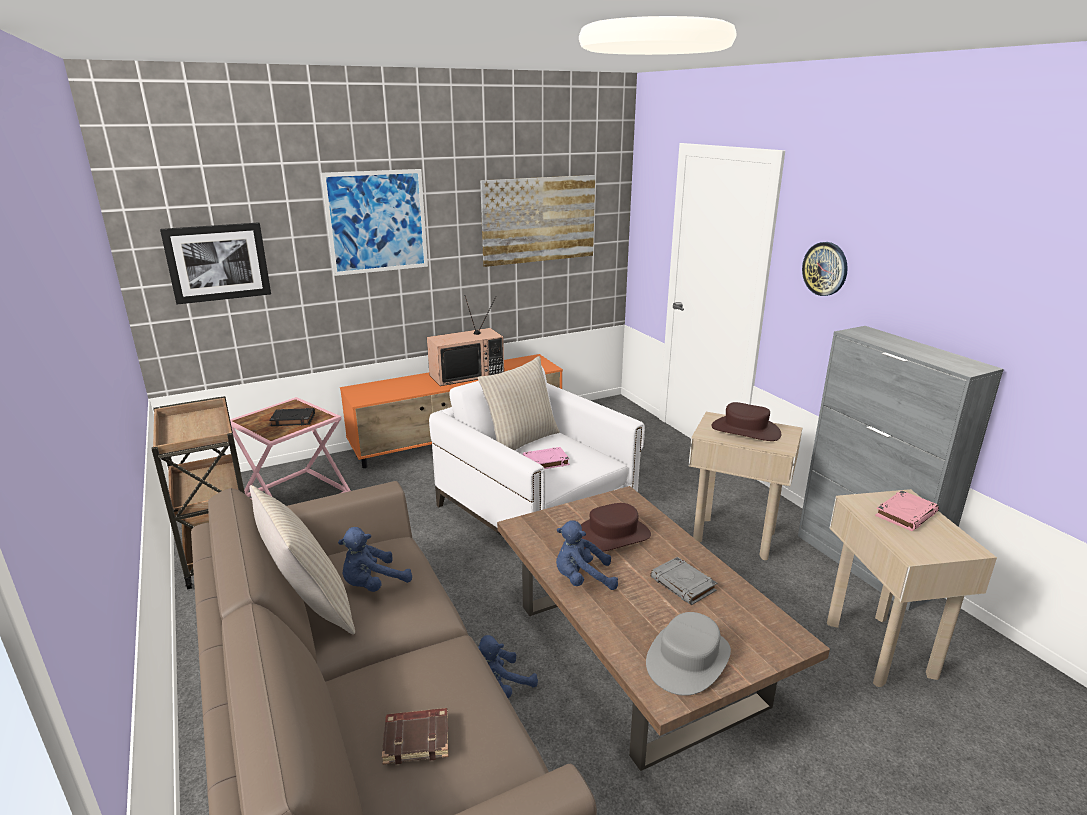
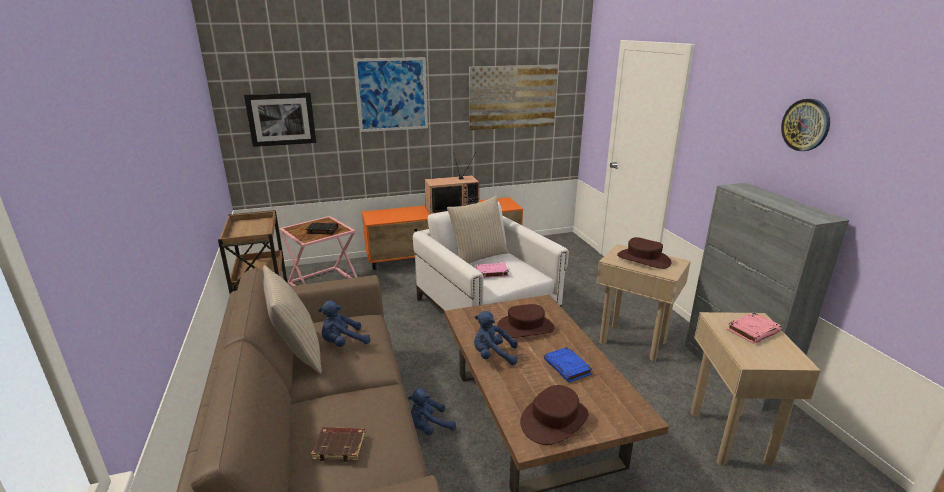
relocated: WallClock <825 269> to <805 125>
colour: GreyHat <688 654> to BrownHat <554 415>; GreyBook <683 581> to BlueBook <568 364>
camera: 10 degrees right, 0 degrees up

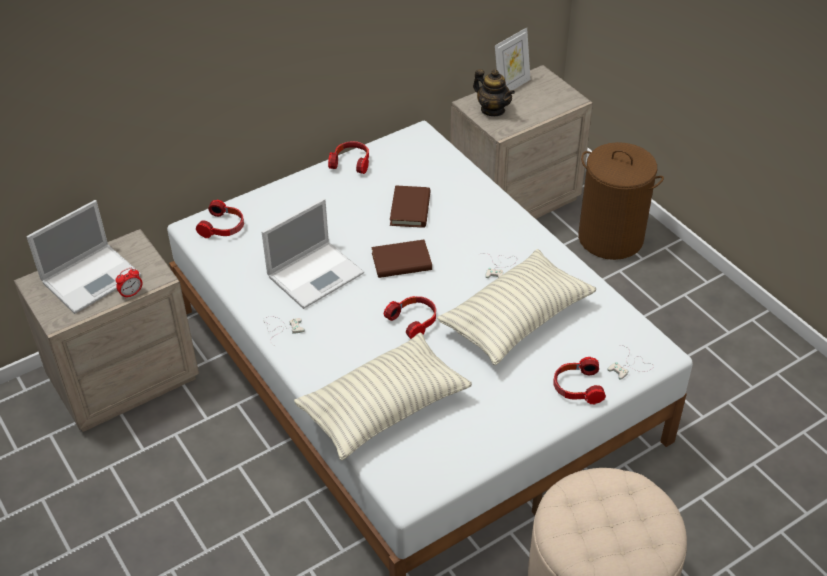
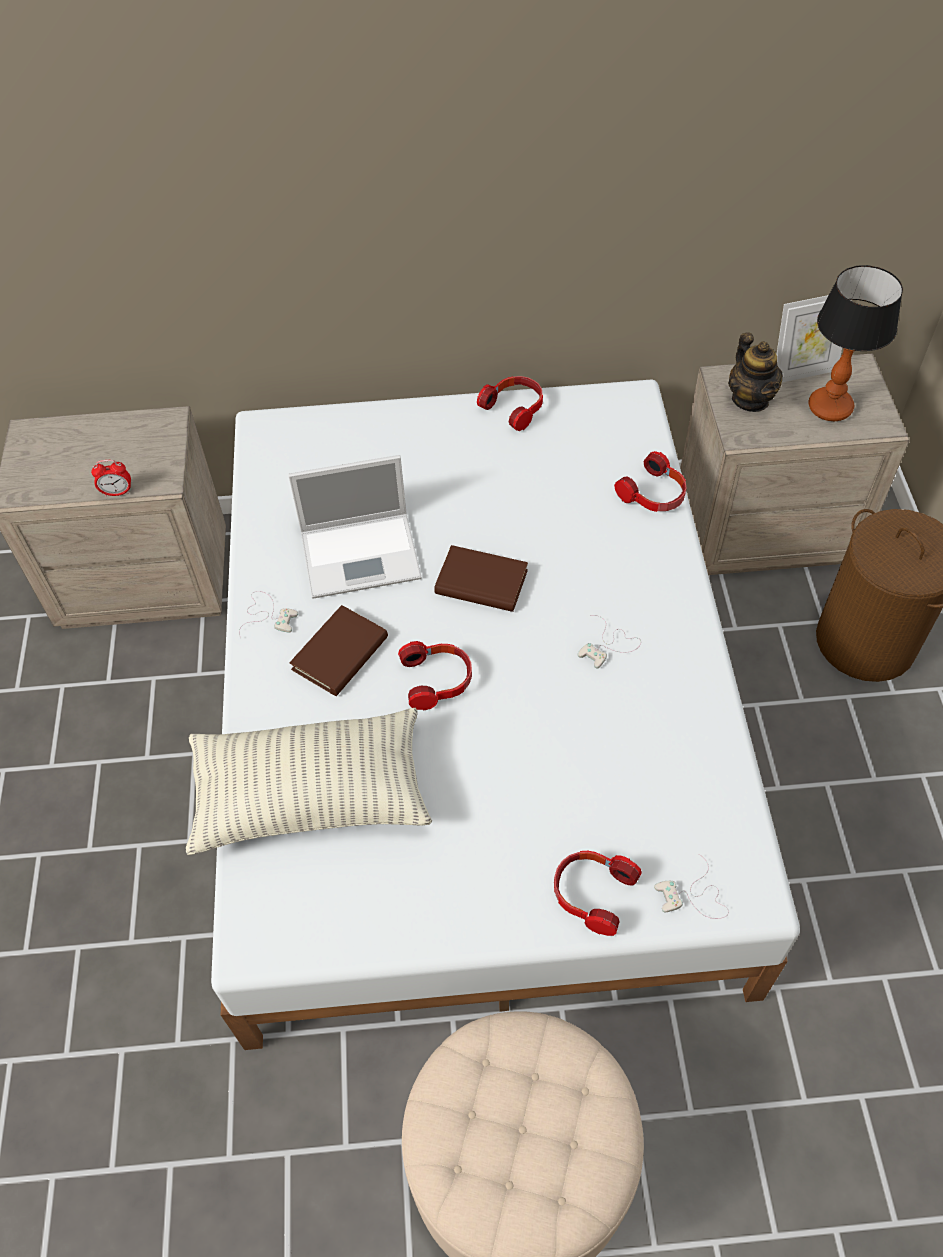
missing: Laptop <83 257>; Pillow <516 307>
appeared: TableLamp <855 343>
relocated: Headphones <220 218> to <650 481>; BrownBook <410 206> to <339 650>
camera: 30 degrees right, 10 degrees up

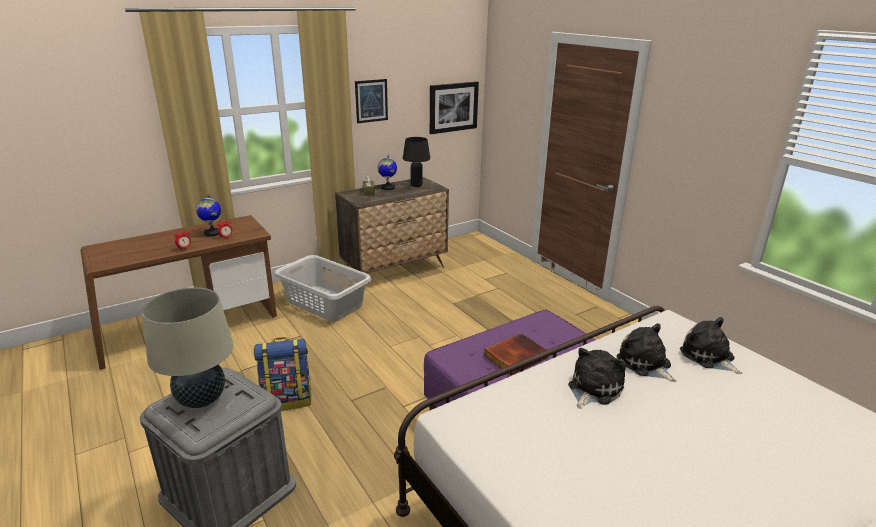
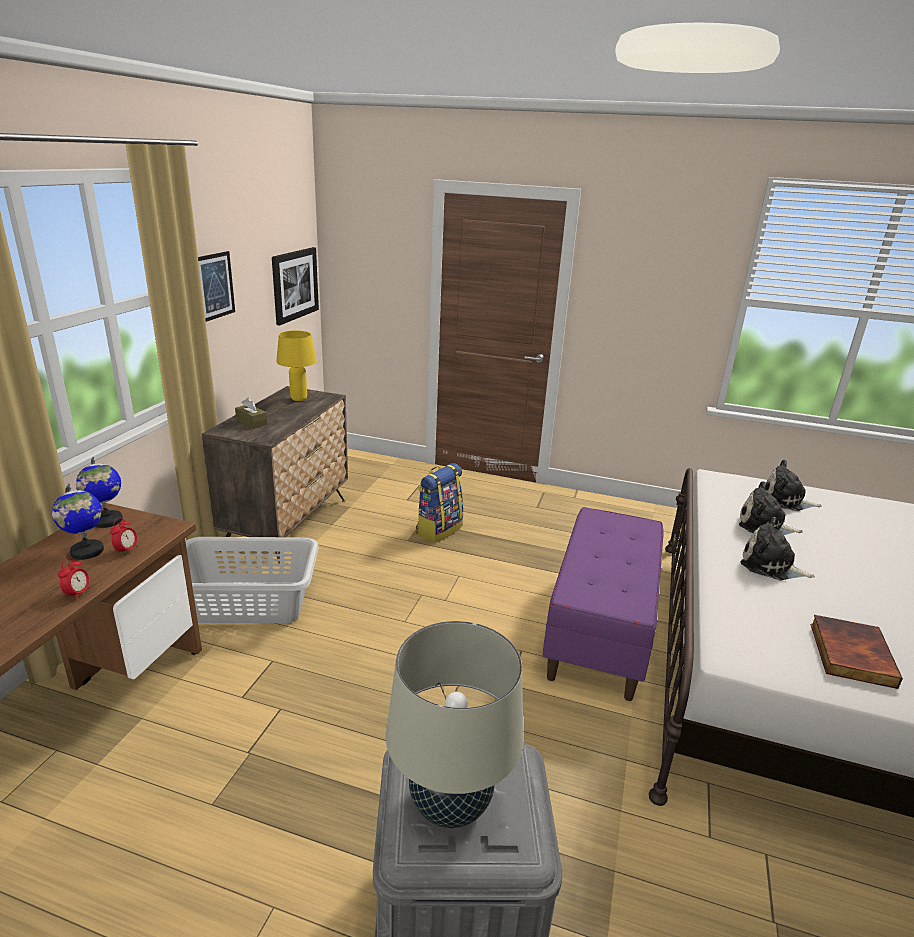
relocated: Backpack <282 374> to <439 503>; Globe <387 172> to <99 492>; Book <516 354> to <856 652>
colour: BlackTableLamp <416 162> to YellowTableLamp <296 365>
spun: PlushToy <597 378> = <777 549> 60 degrees counterclockwise
camera: 40 degrees left, 0 degrees up

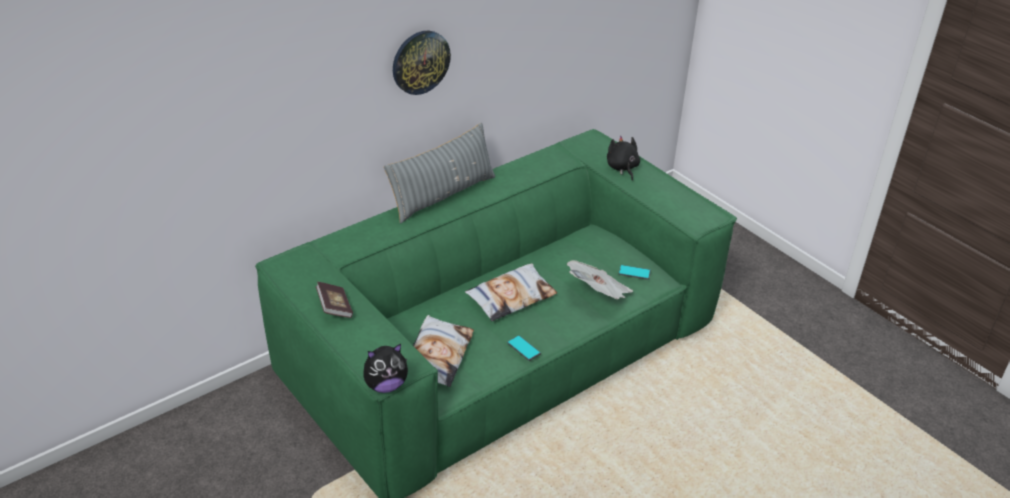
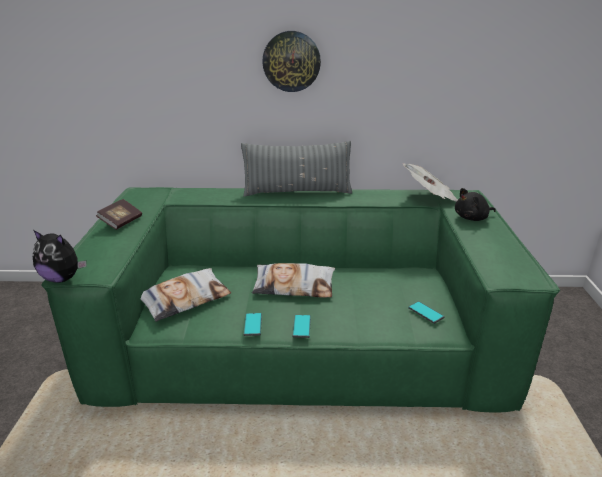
appeared: Phone <301 326>
relocated: Newspaper <600 279> to <430 182>
spun: BlackPlushToy <623 158> = <475 204> 135 degrees counterclockwise
camera: 40 degrees right, 10 degrees down

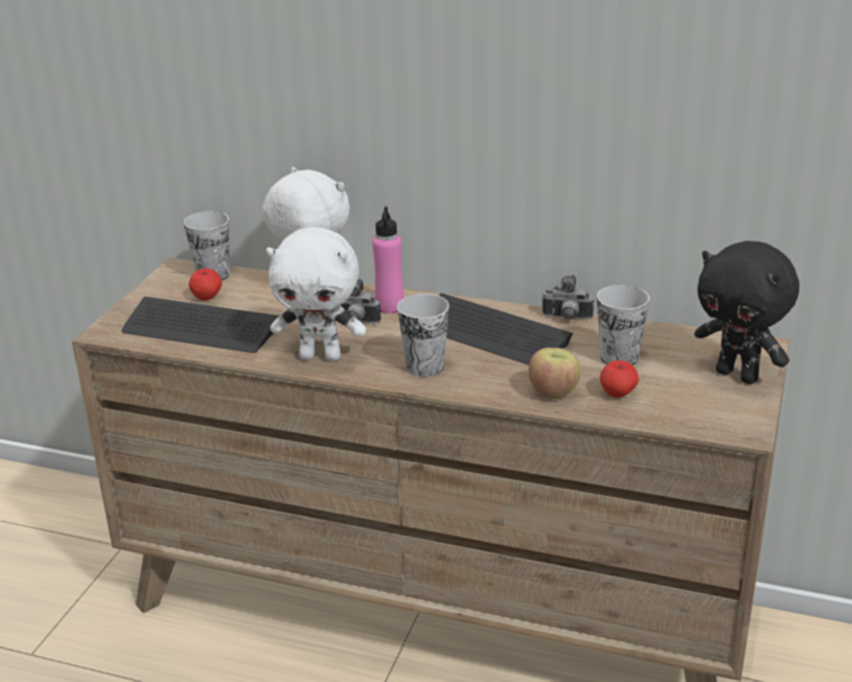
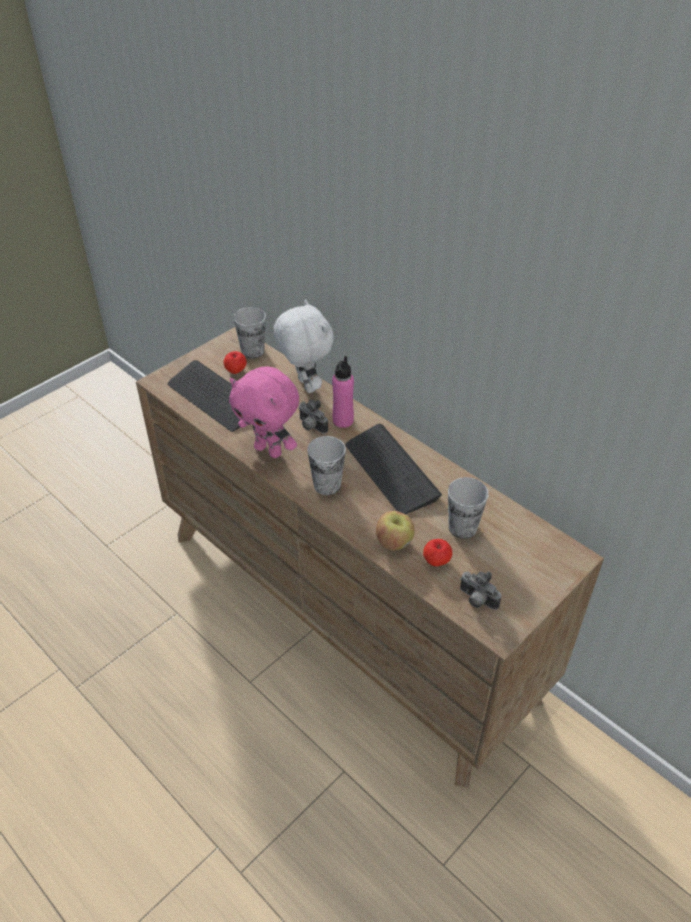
missing: BlackPlushToy <746 312>
relocated: PhotoCamera <568 297> to <481 590>
colour: WhitePlushToy <316 294> to PinkPlushToy <264 412>
camera: 25 degrees right, 15 degrees up

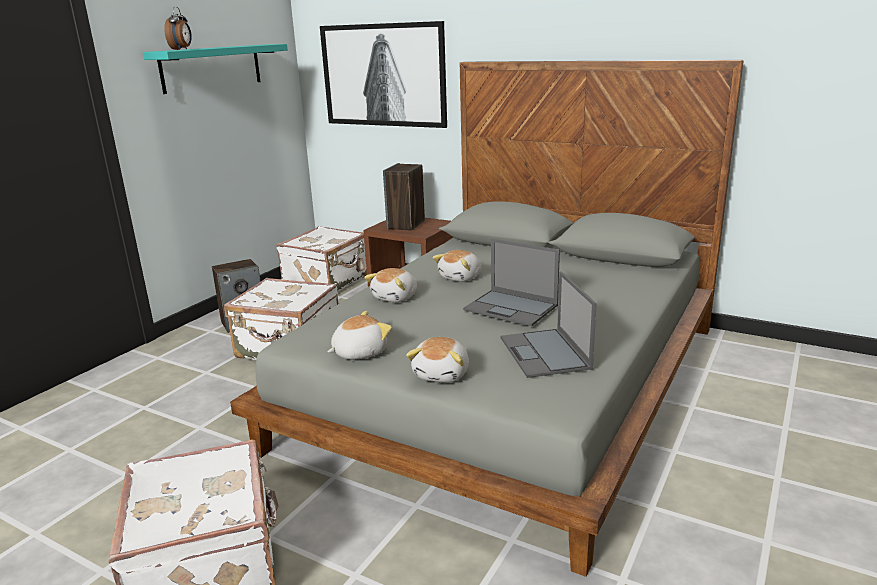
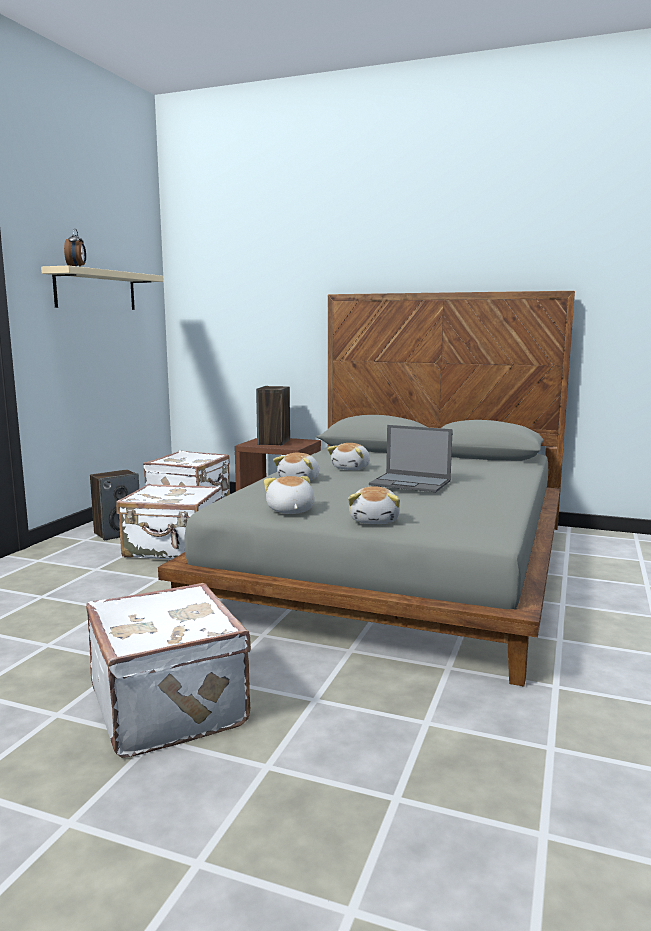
missing: Picture <383 74>; Laptop <549 324>
colour: TurquoiseShelf <215 69> to BeigeShelf <102 287>
spun: PlushToy <359 335> = <289 495> 60 degrees counterclockwise
camera: 10 degrees left, 10 degrees down

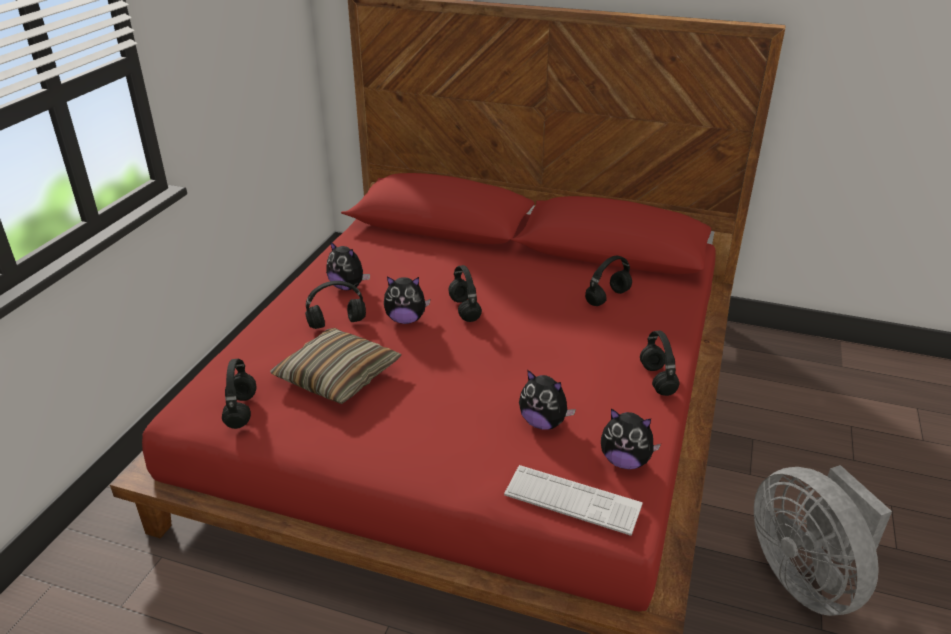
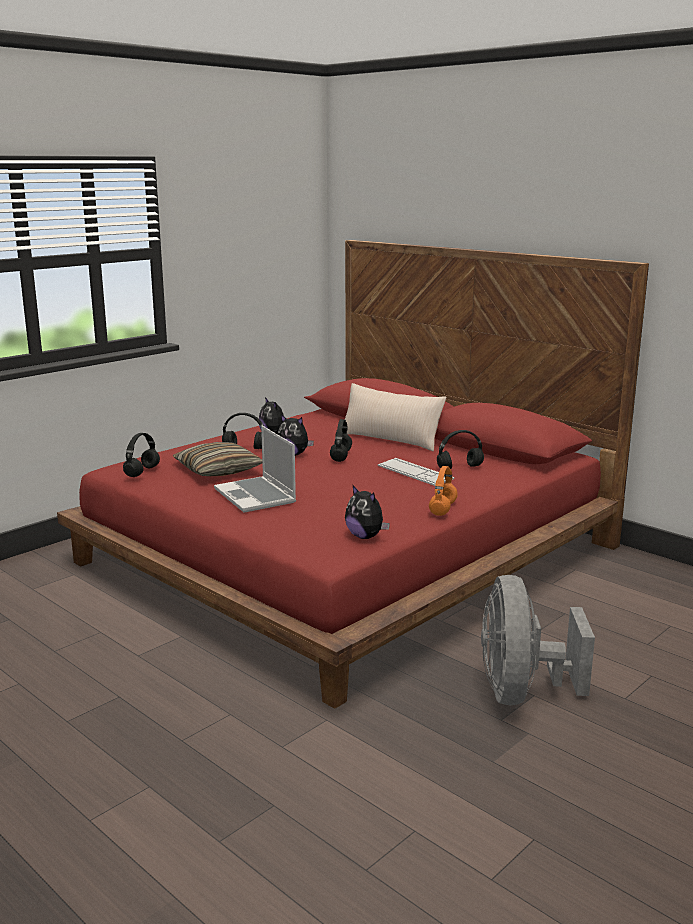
missing: PlushToy <547 399>
appeared: Laptop <255 469>; BeigePillow <396 417>
relocated: Keyboard <573 500> to <416 472>
colour: BlackHeadphones <660 363> to OrangeHeadphones <443 491>
camera: 25 degrees right, 15 degrees down

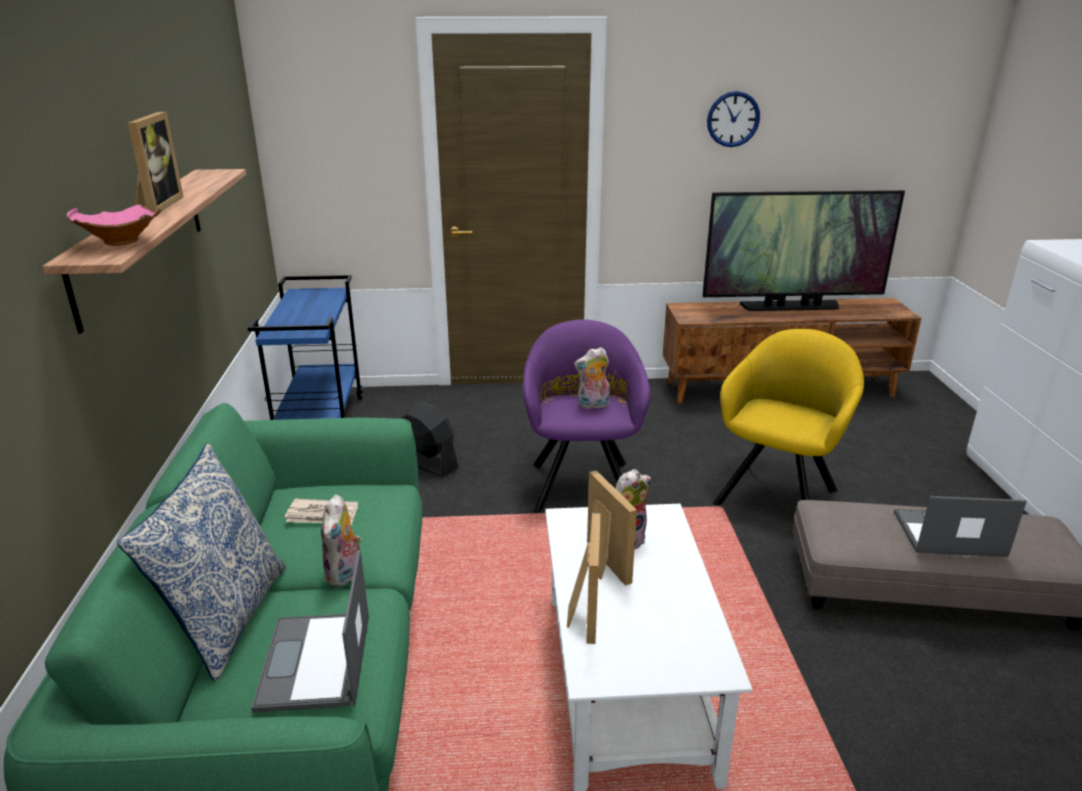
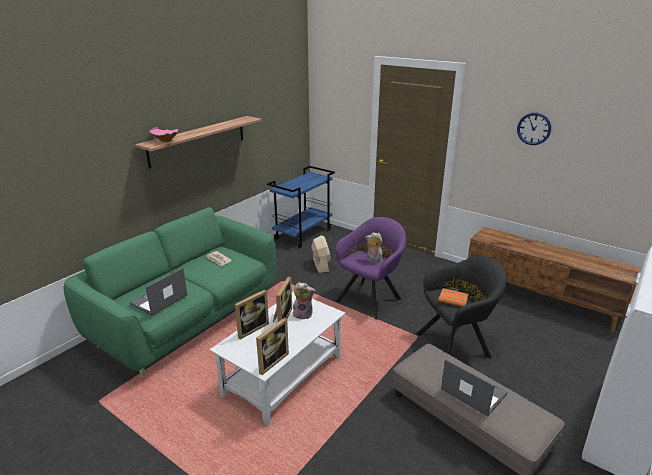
missing: Pillow <201 562>; PlushToy <341 540>; Television <803 250>
appeared: OrangeBook <453 297>
relocated: PictureFrame <156 162> to <272 346>
colour: BlackFan <430 439> to BeigeFan <321 254>; YellowArmchair <788 417> to BlackArmchair <461 307>
camera: 40 degrees right, 0 degrees up

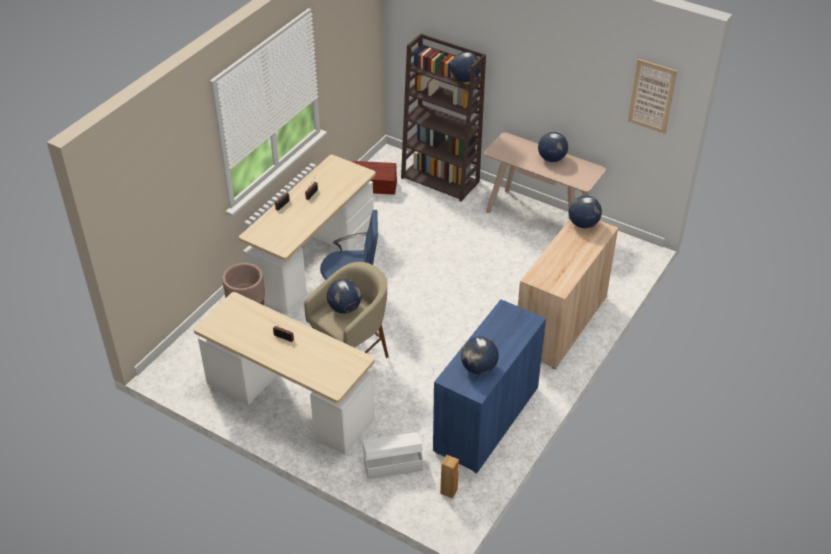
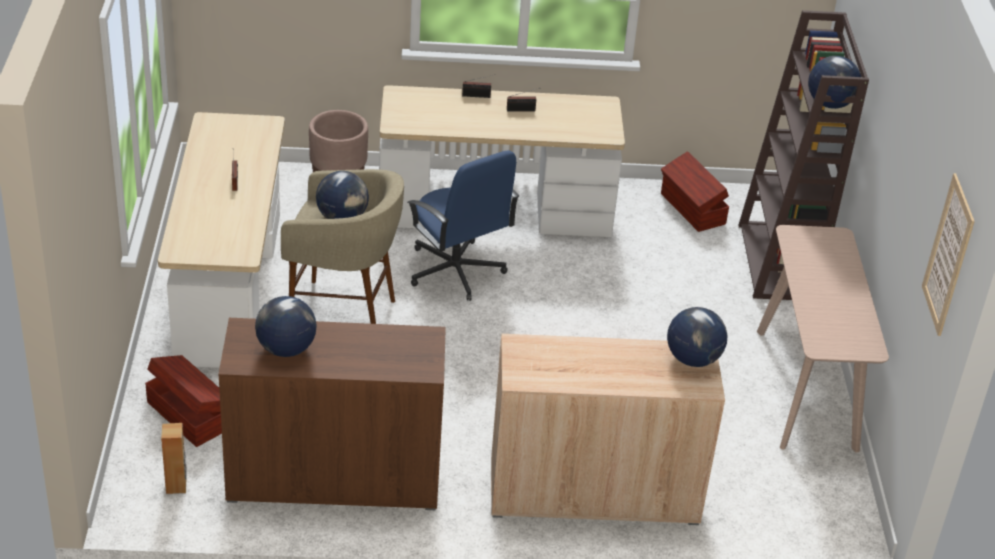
missing: Globe <553 147>
colour: WhiteStorageBox <392 455> to BrownStorageBox <183 401>; BlueCabinet <489 386> to BrownCabinet <332 414>
camera: 55 degrees right, 5 degrees down

